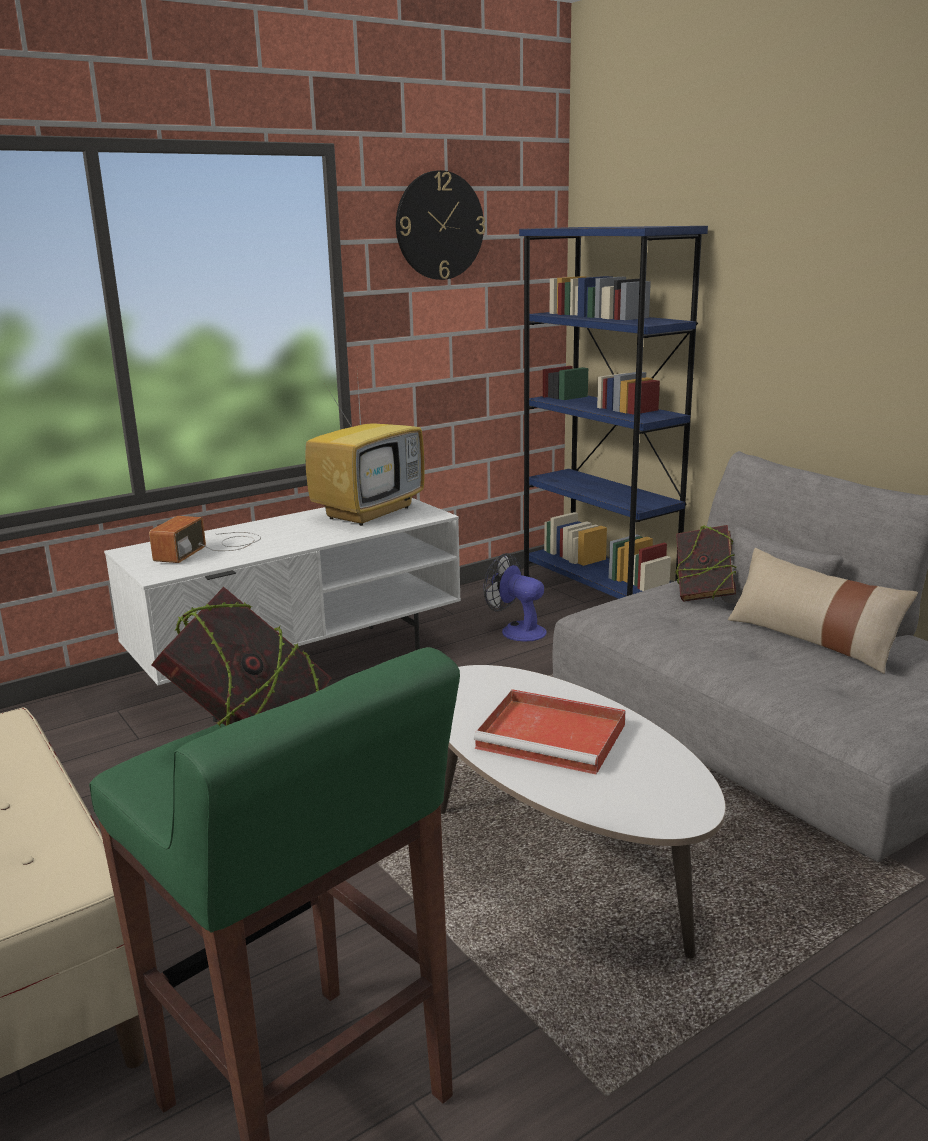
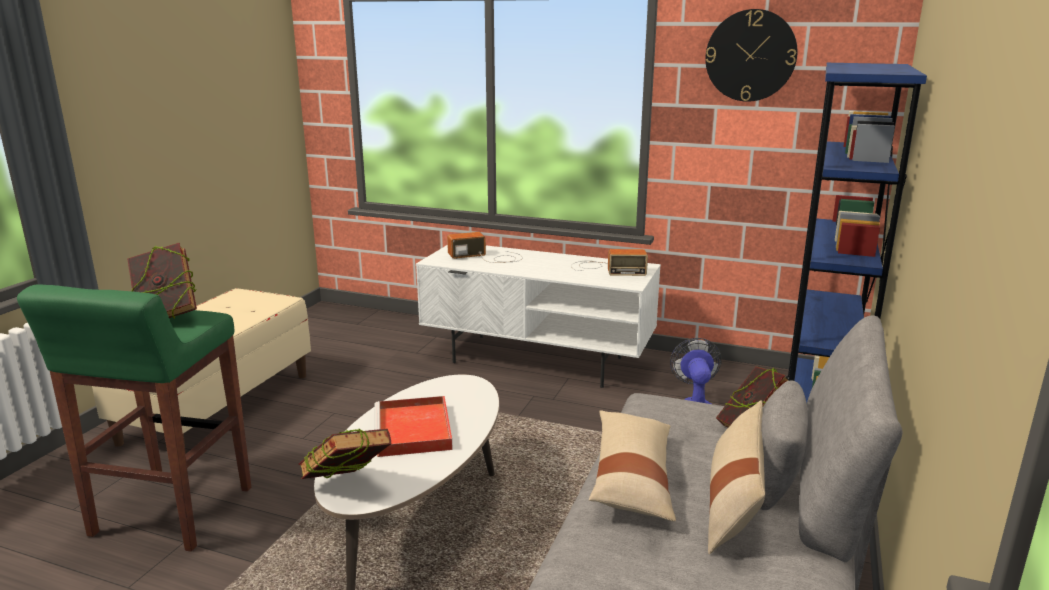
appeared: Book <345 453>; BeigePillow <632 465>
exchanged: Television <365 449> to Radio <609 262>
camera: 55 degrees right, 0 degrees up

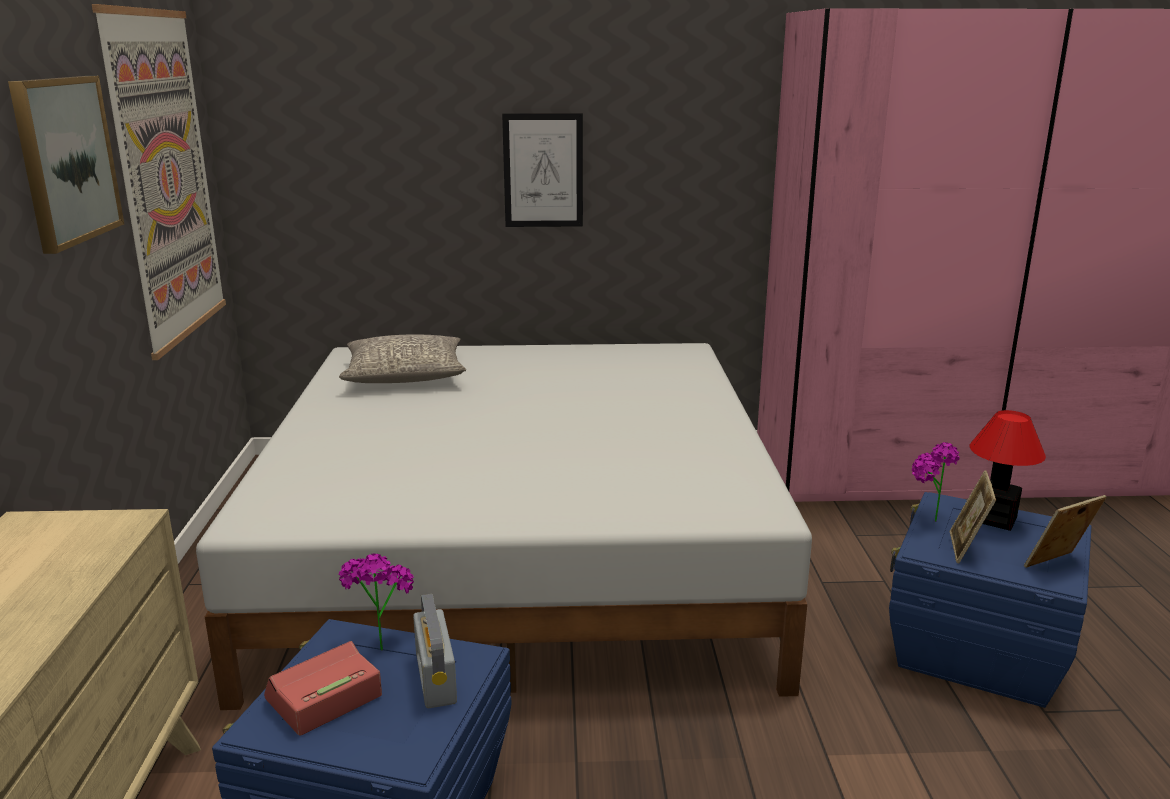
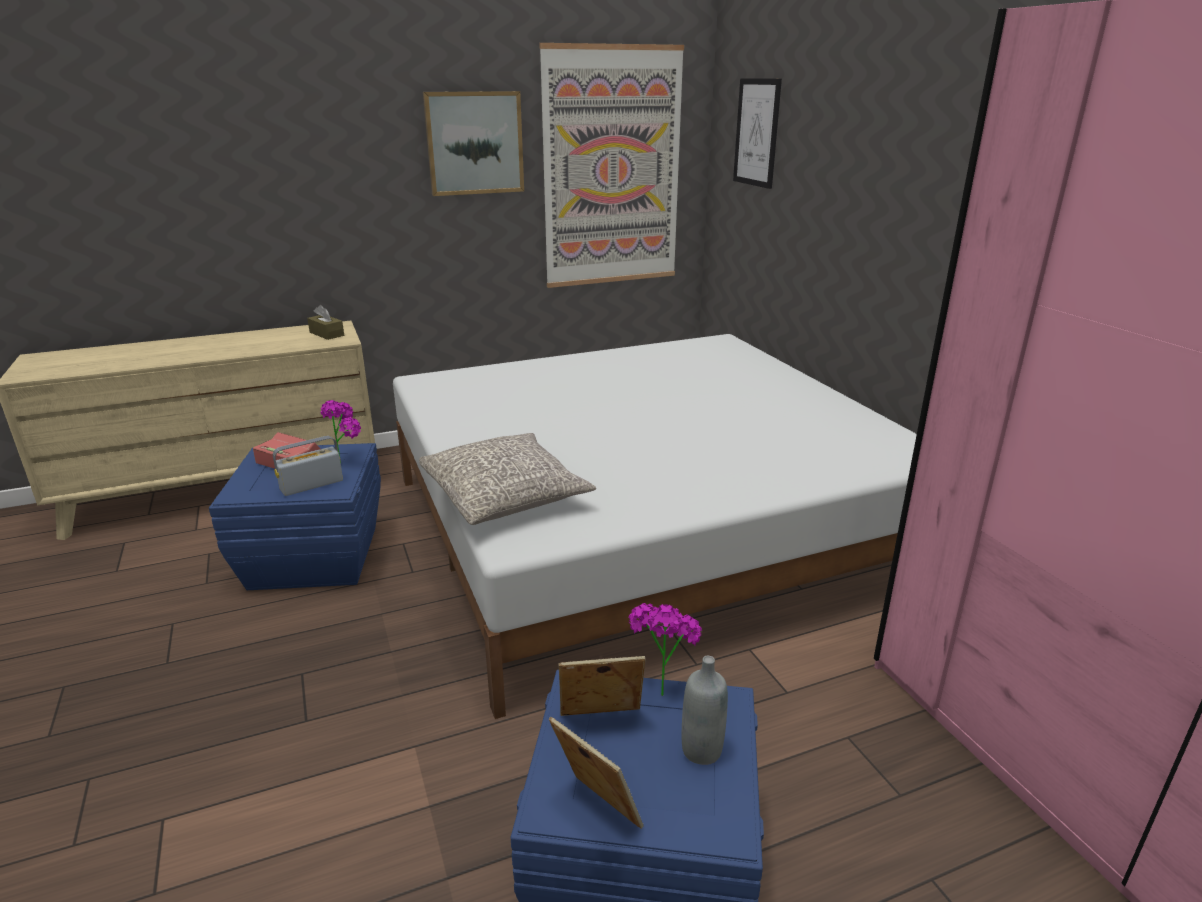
appeared: BrownTissueBox <325 322>
relocated: GreyPillow <402 358> to <507 479>; Picture <542 170> to <757 133>
exchanged: TableLamp <1007 470> to GreyBottle <705 710>
camera: 70 degrees right, 5 degrees up

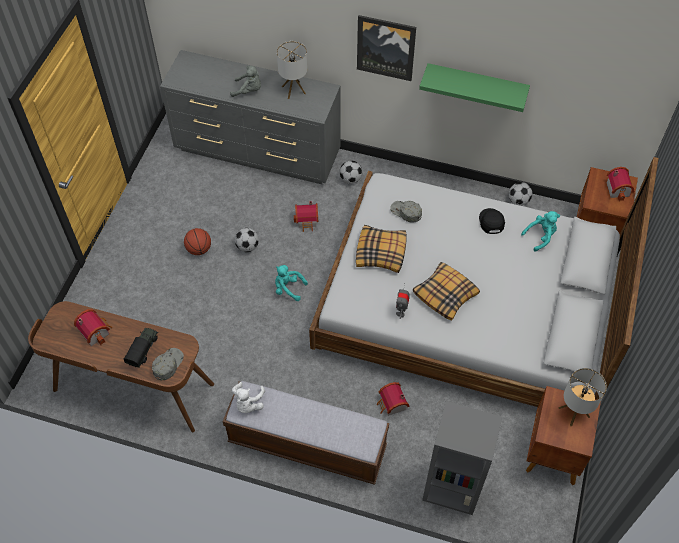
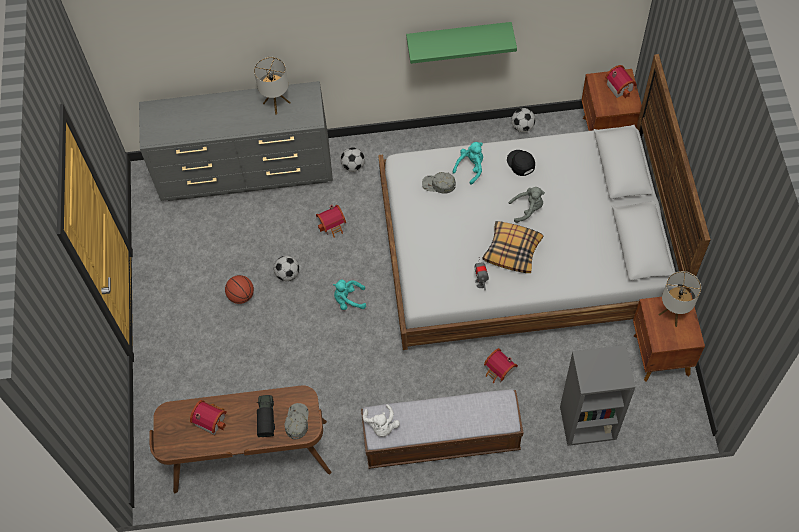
missing: Pillow <381 249>; Picture <386 48>
relocated: GreyPlushToy <245 81> to <527 205>; TurquoisePlushToy <540 231> to <468 163>
camera: 20 degrees left, 5 degrees up

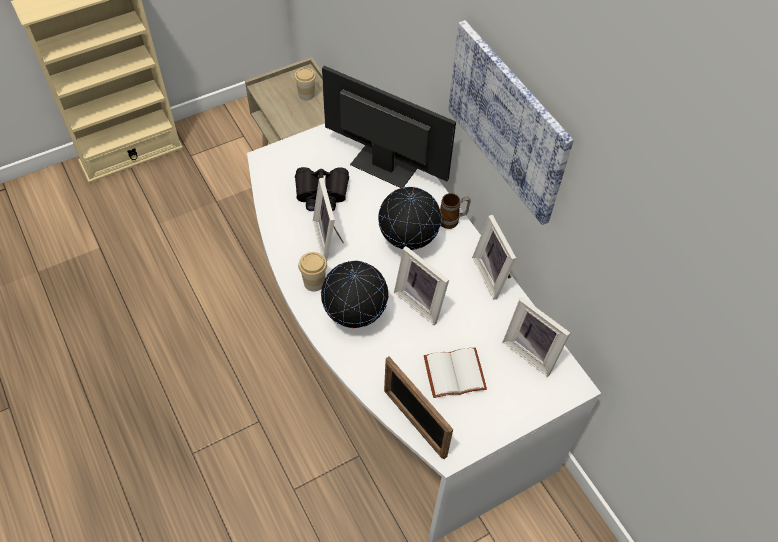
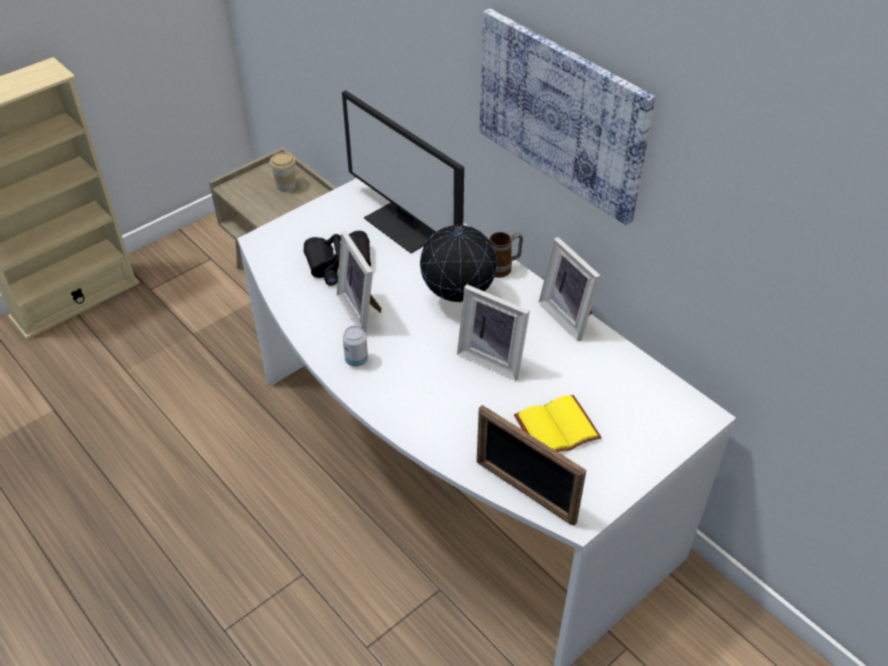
missing: Globe <355 294>; PictureFrame <536 337>
exchanged: Cup <312 272> to Can <355 346>
colour: WhiteBook <455 373> to YellowBook <558 423>
spun: Monitor <389 127> = <403 171> 150 degrees counterclockwise
camera: 10 degrees left, 10 degrees down

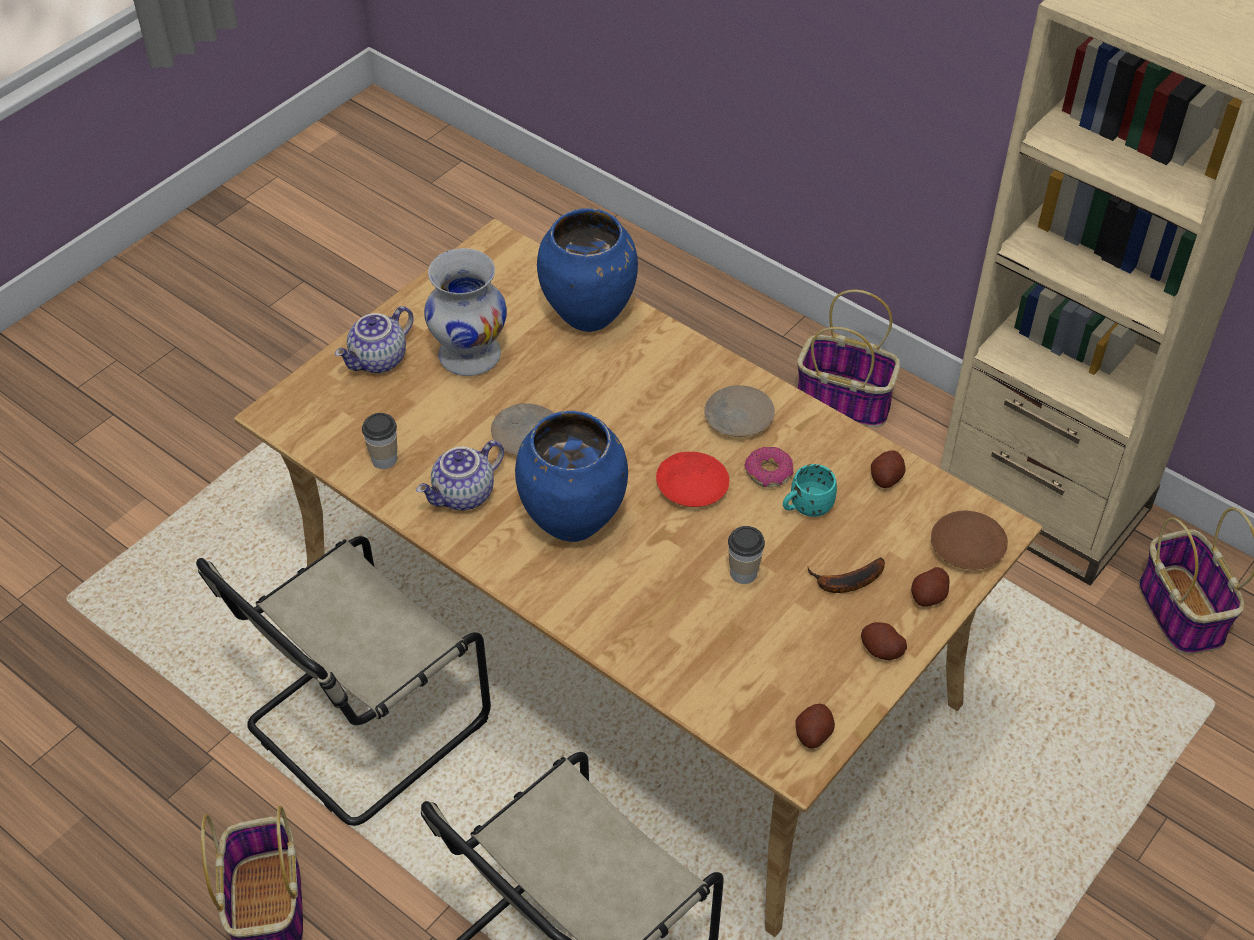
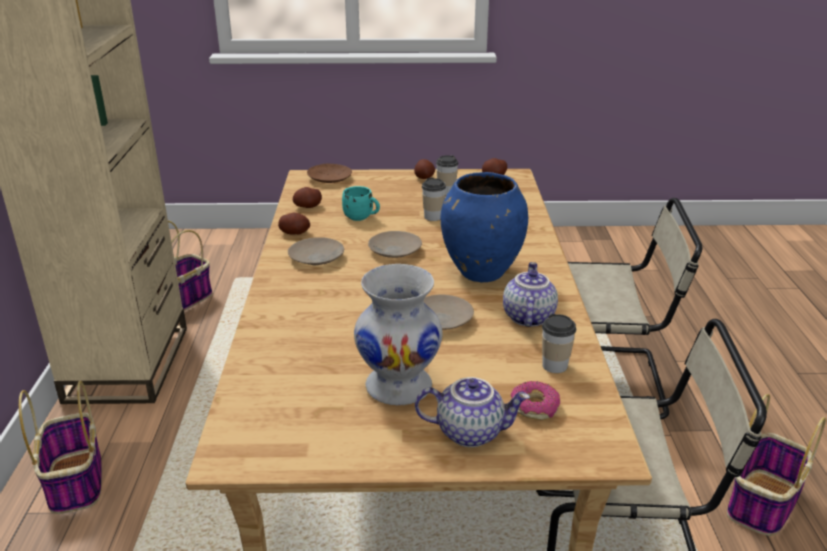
missing: BlueVase <587 270>; Banana <846 575>
appeared: Cup <447 175>
relocated: Donut <769 467> to <535 400>; Potato <930 587> to <294 223>
colour: RedPlate <692 479> to BeigePlate <395 244>
spun: Teapot <460 475> = <530 294> 90 degrees counterclockwise
camera: 130 degrees left, 20 degrees down

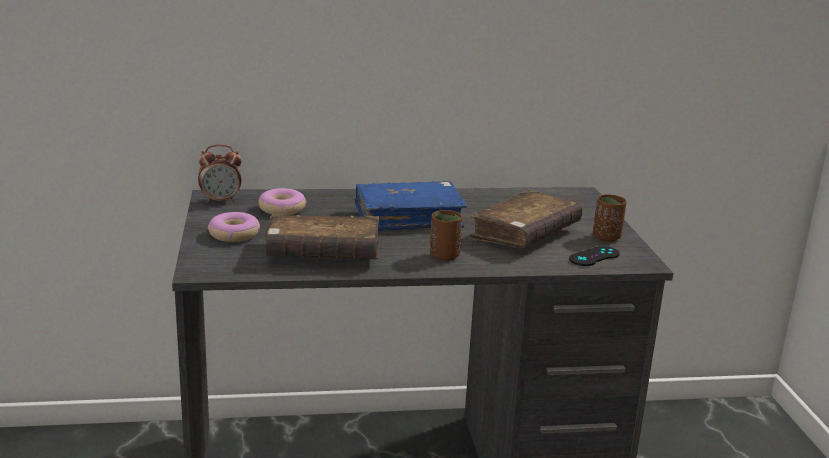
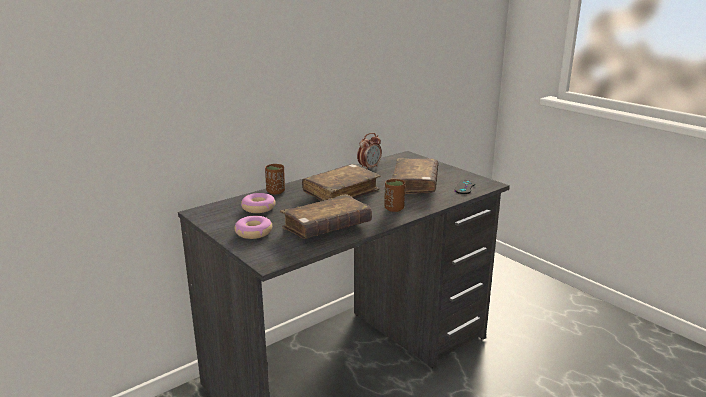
relocated: AlarmClock <220 173> to <369 151>; BrownCup <610 218> to <275 179>
colour: BlueBook <411 206> to BrownBook <341 182>
camera: 30 degrees left, 0 degrees up

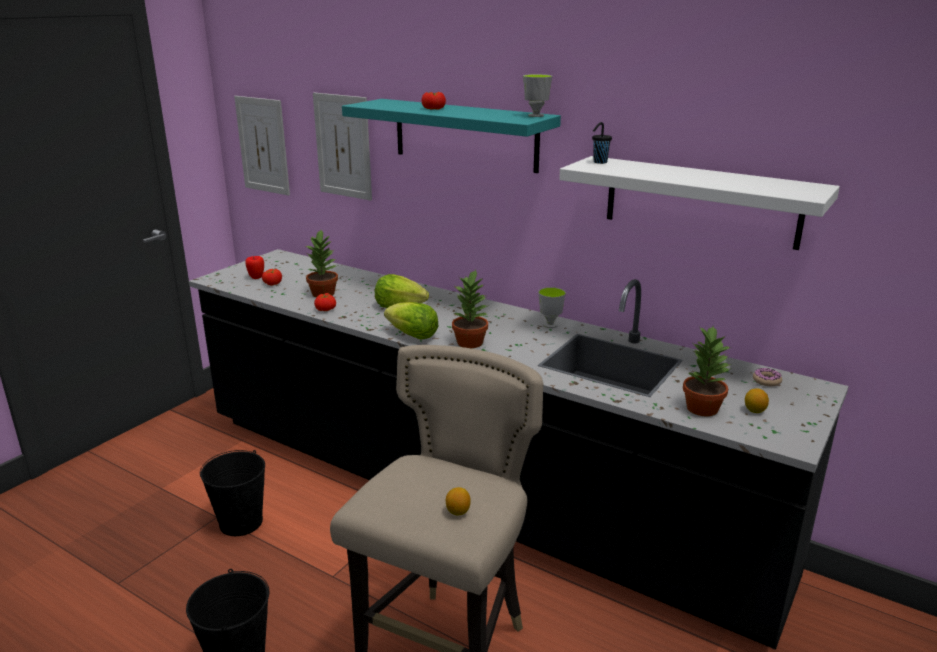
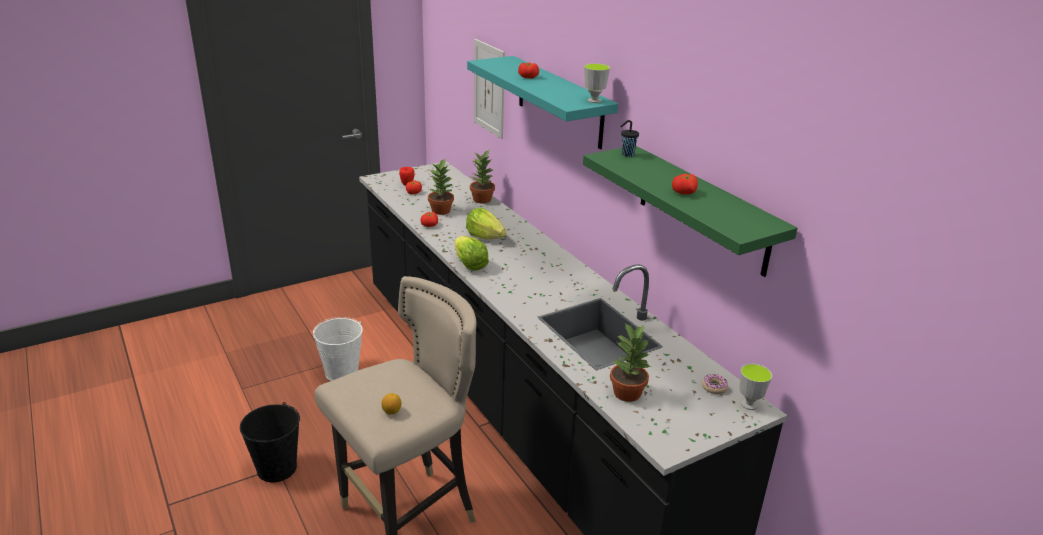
missing: Picture <262 146>; Lemon <757 400>
appeared: Tomato <685 184>
relocated: PottedPlant <470 309> to <482 177>; Cup <552 307> to <756 387>
colour: BlackBucket <232 493> to WhiteBucket <338 349>; WhiteShelf <699 203> to GreenShelf <690 211>
camera: 25 degrees right, 5 degrees up

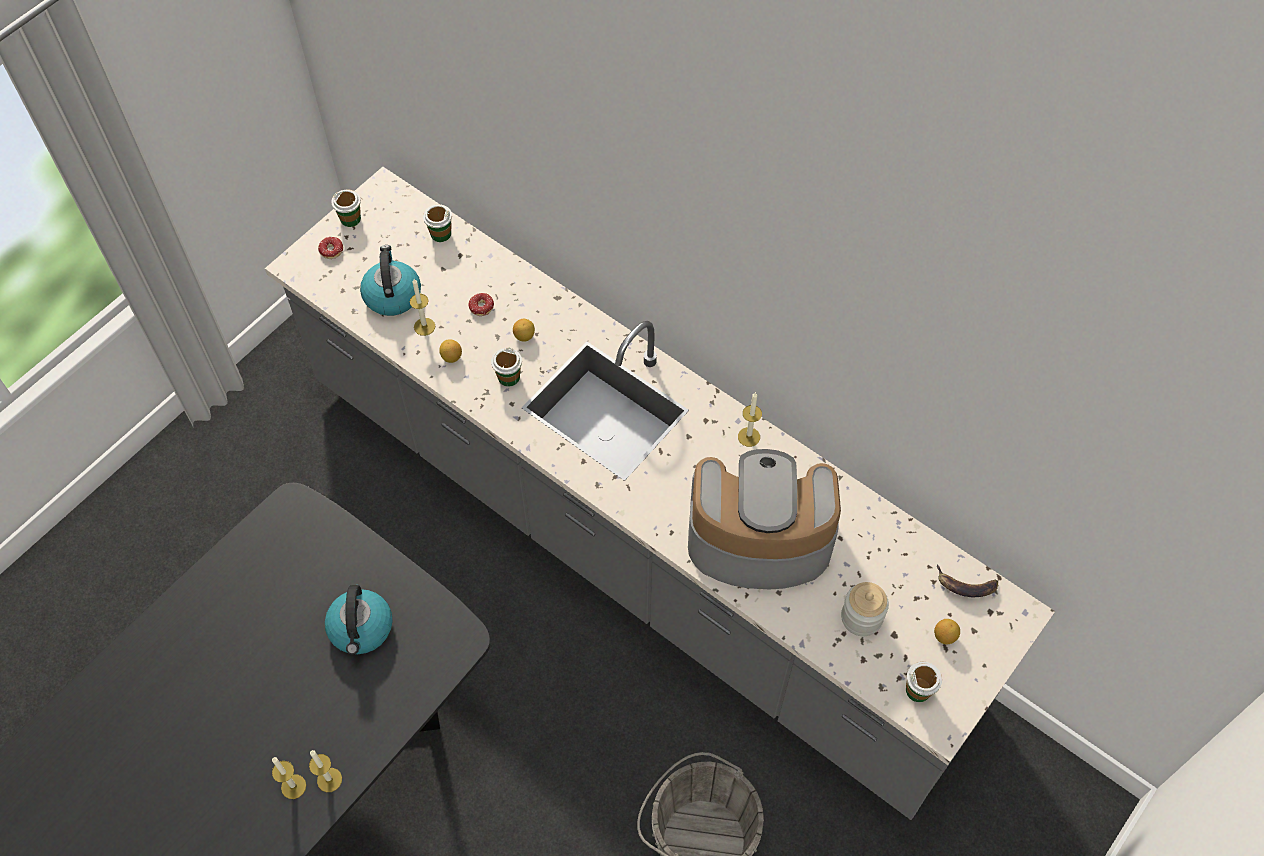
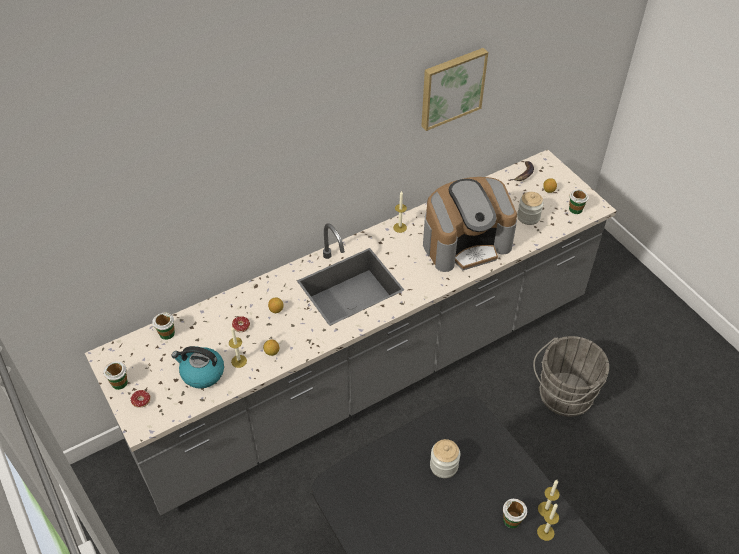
appeared: Picture <454 89>
relocated: Cup <506 367> to <515 513>
exchanged: Kettle <359 620> to Jar <445 458>
spun: CoffeeMachine <764 519> = <470 224> 135 degrees counterclockwise
camera: 70 degrees left, 10 degrees down

